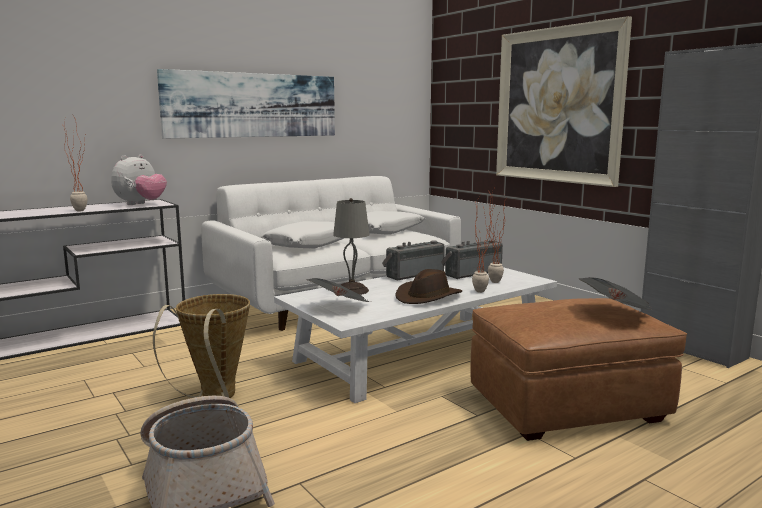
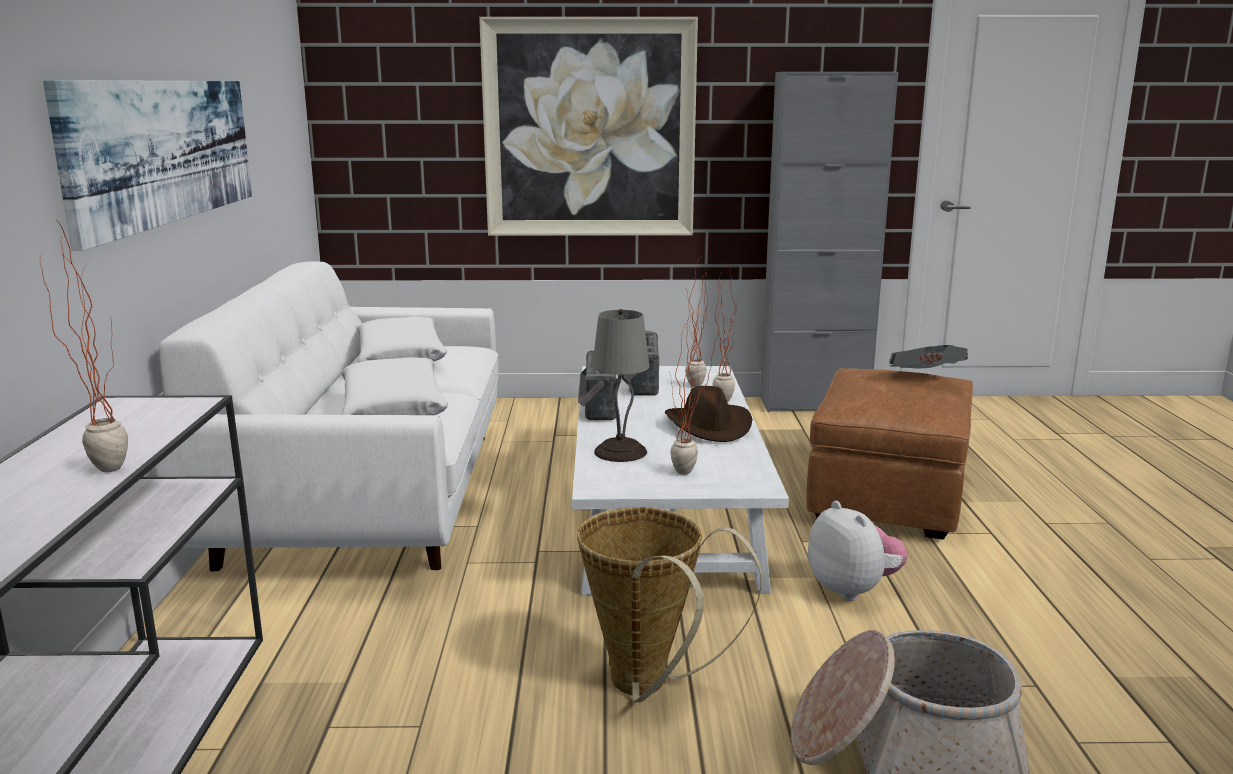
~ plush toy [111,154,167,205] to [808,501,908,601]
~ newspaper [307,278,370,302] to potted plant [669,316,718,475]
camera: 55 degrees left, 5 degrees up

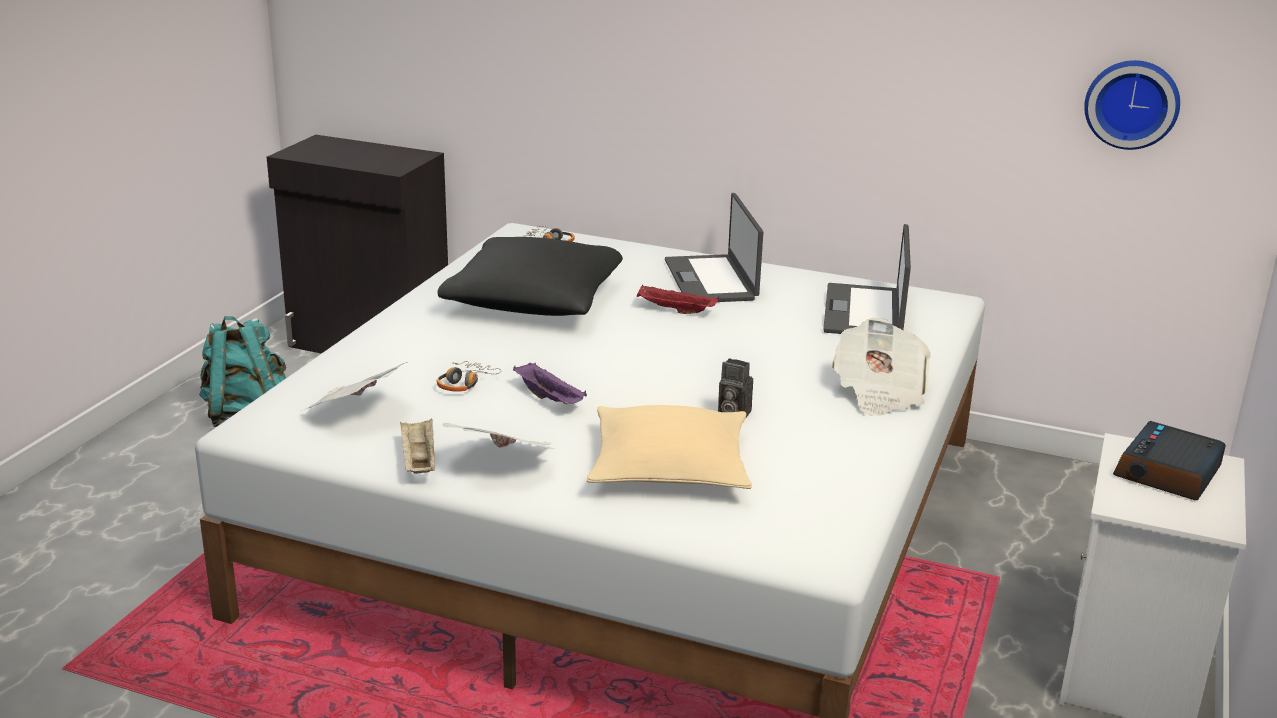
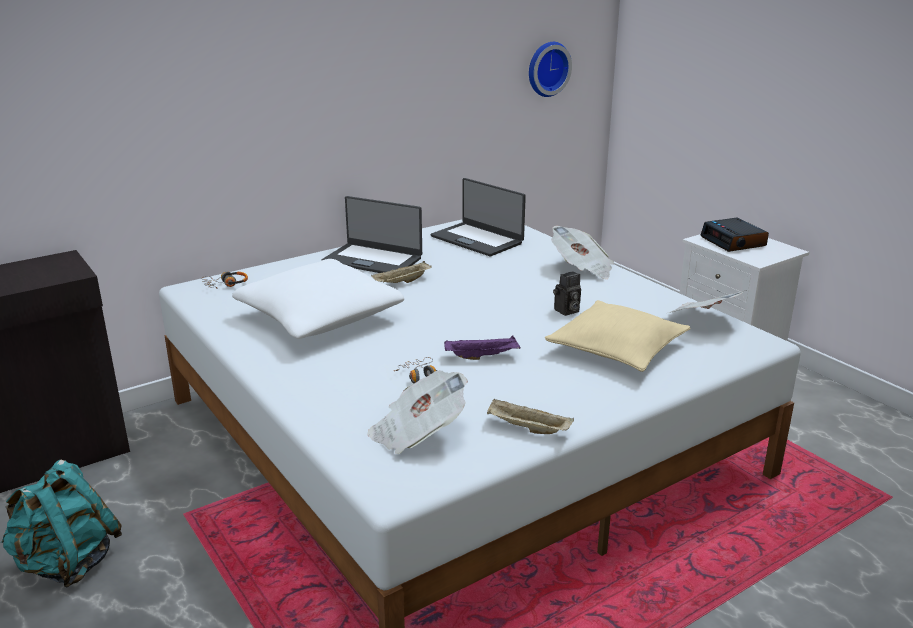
~ black pillow [438,237,623,316] to white pillow [232,259,404,339]
~ newspaper [443,423,555,449] to [668,290,747,313]
~ red tray [637,285,719,314] to beige tray [371,261,432,283]
camera: 55 degrees left, 0 degrees up

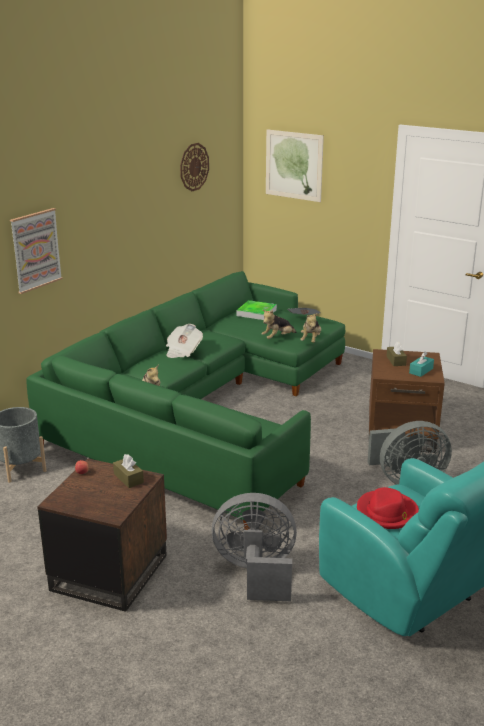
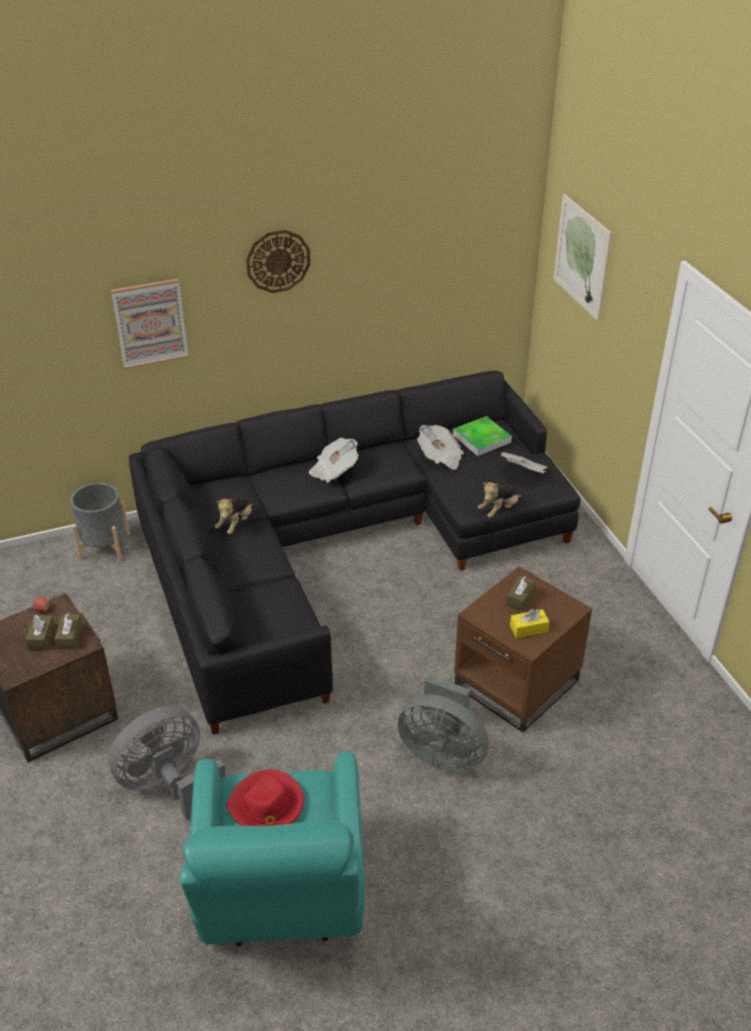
~ green sofa [26,271,345,530] to black sofa [129,371,581,735]
~ wall clock [180,143,209,191] to [246,230,310,293]
~ grey fan [212,493,297,601] = [108,706,226,820] 75 degrees counterclockwise
- plush toy [261,310,297,339]
~ turquoise tissue box [409,352,434,377] to yellow tissue box [510,609,549,638]
+ brown tissue box [25,615,55,650]
+ newspaper [417,425,464,470]
camera: 35 degrees right, 15 degrees up

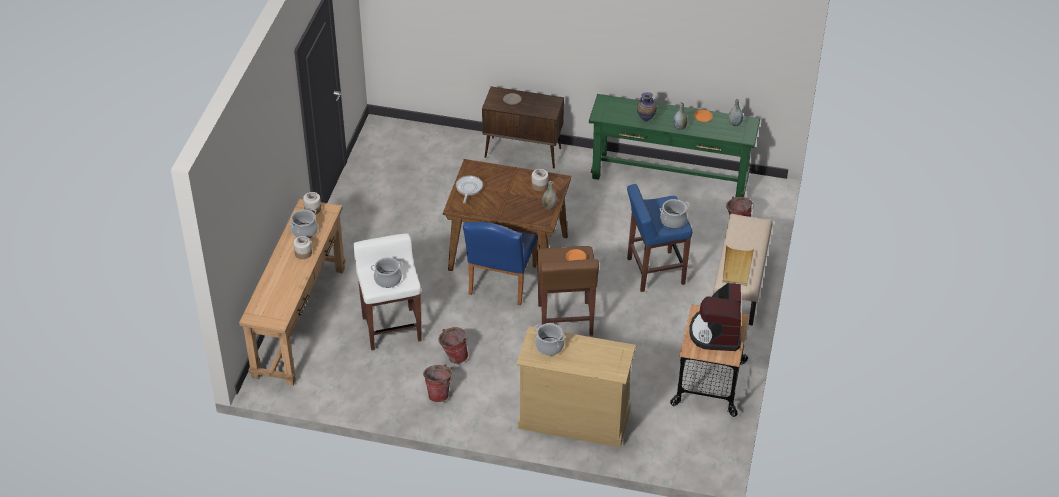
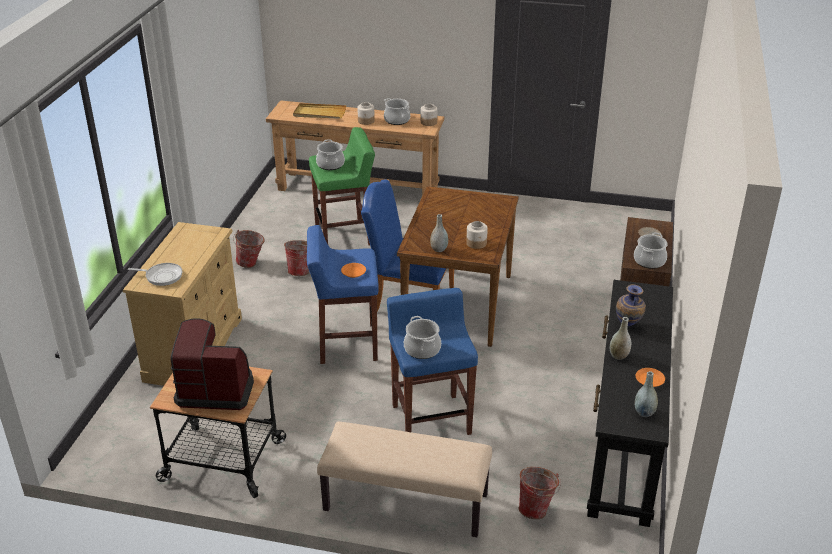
~ white stool [353,233,422,350] to green stool [309,127,375,246]
~ frying pan [456,176,483,204] to [128,263,182,286]
~ cooking pot [534,323,566,356] to [634,233,668,269]
~ brown stool [537,246,599,336] to blue stool [307,225,379,364]
~ green console table [589,94,760,197] to black console table [587,280,673,527]
~ beige tray [722,245,754,286] to [293,103,346,119]
camera: 90 degrees right, 10 degrees down

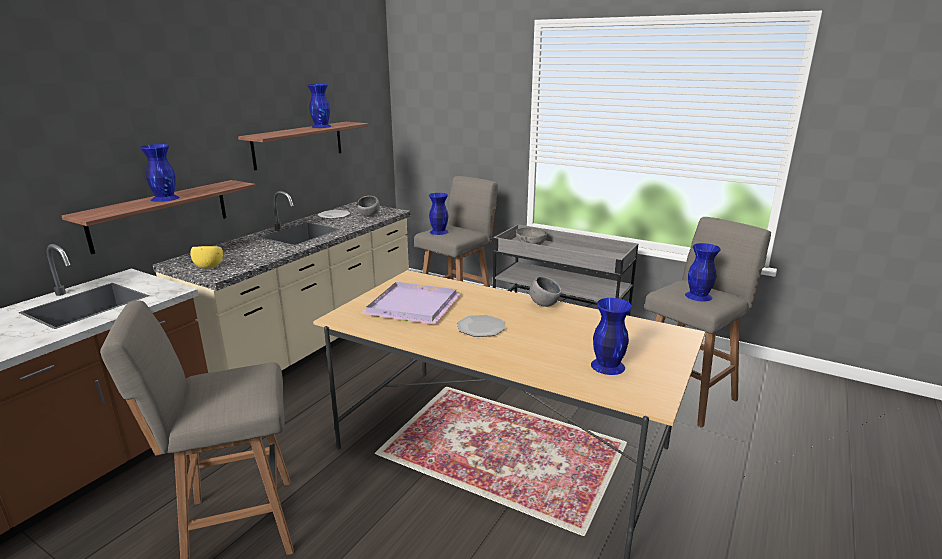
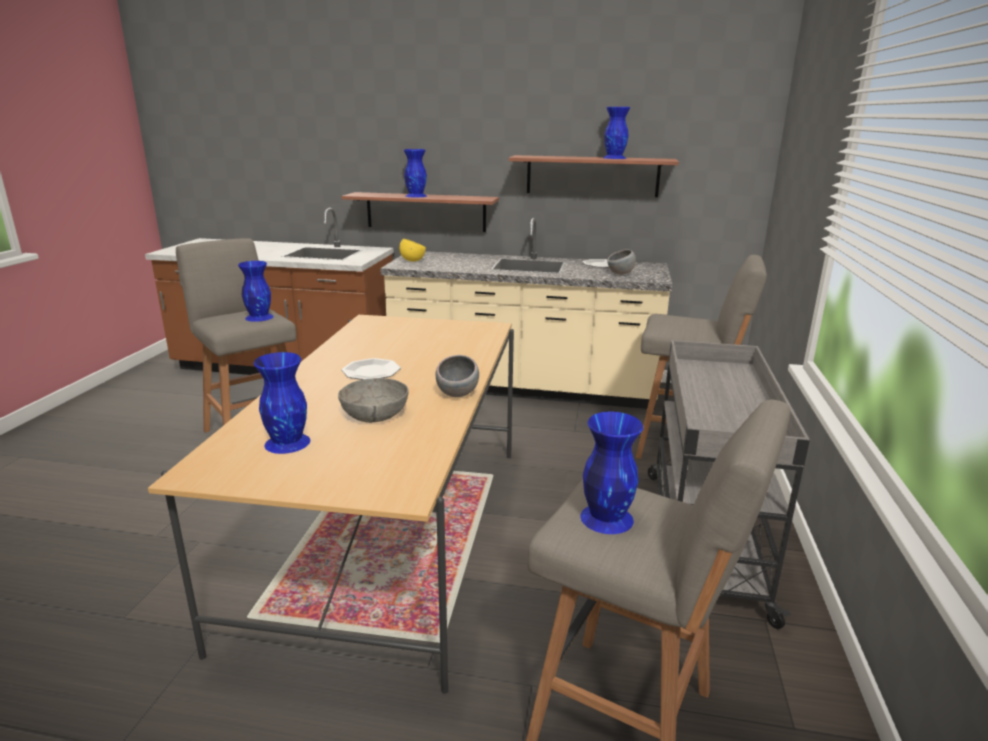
- purple tray [360,282,461,324]
~ blue vase [429,193,449,235] to [238,261,274,322]
~ grey bowl [516,227,547,245] to [338,378,409,423]
camera: 70 degrees right, 0 degrees up

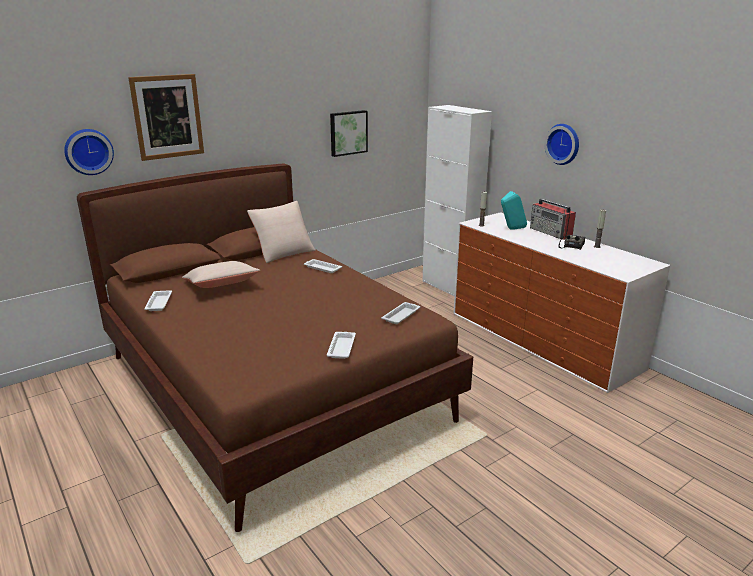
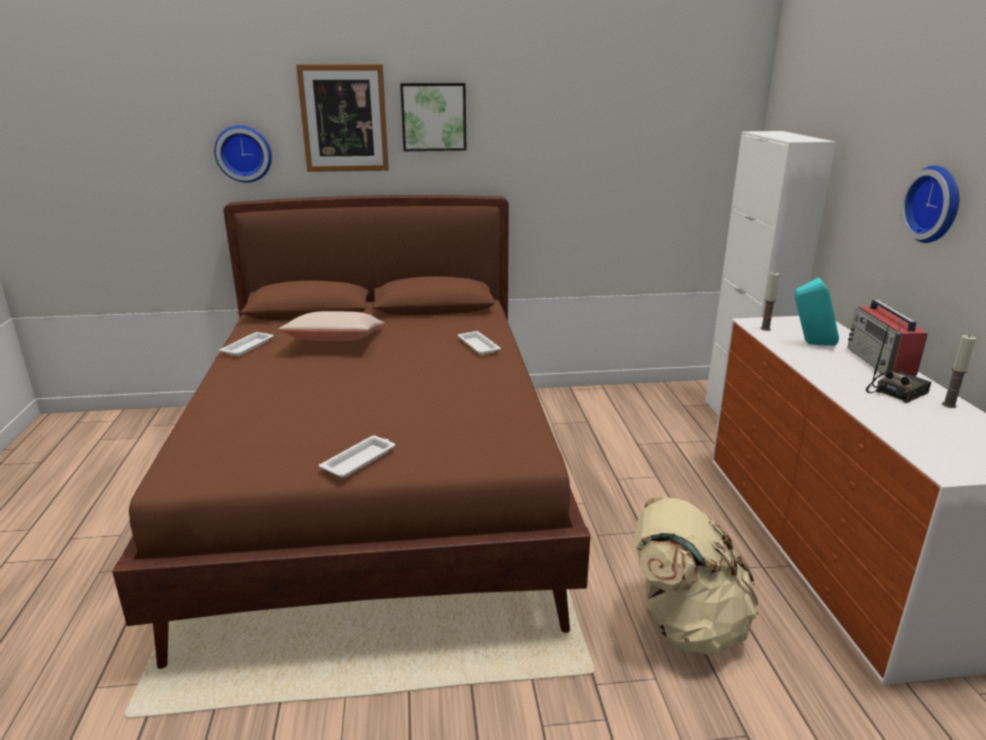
- beige pillow [247,201,316,263]
~ picture [330,110,368,157] to [400,83,466,151]
- white tray [381,302,420,324]
+ beige backpack [635,496,758,655]
camera: 30 degrees right, 0 degrees up

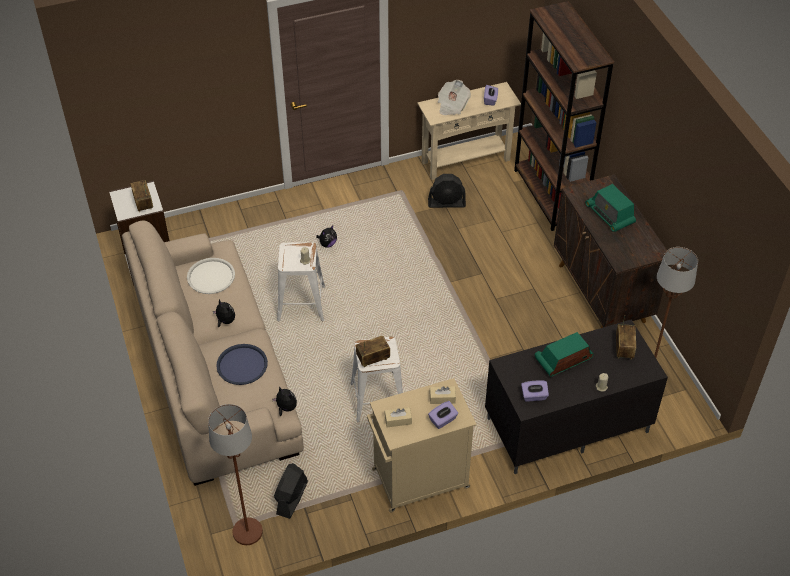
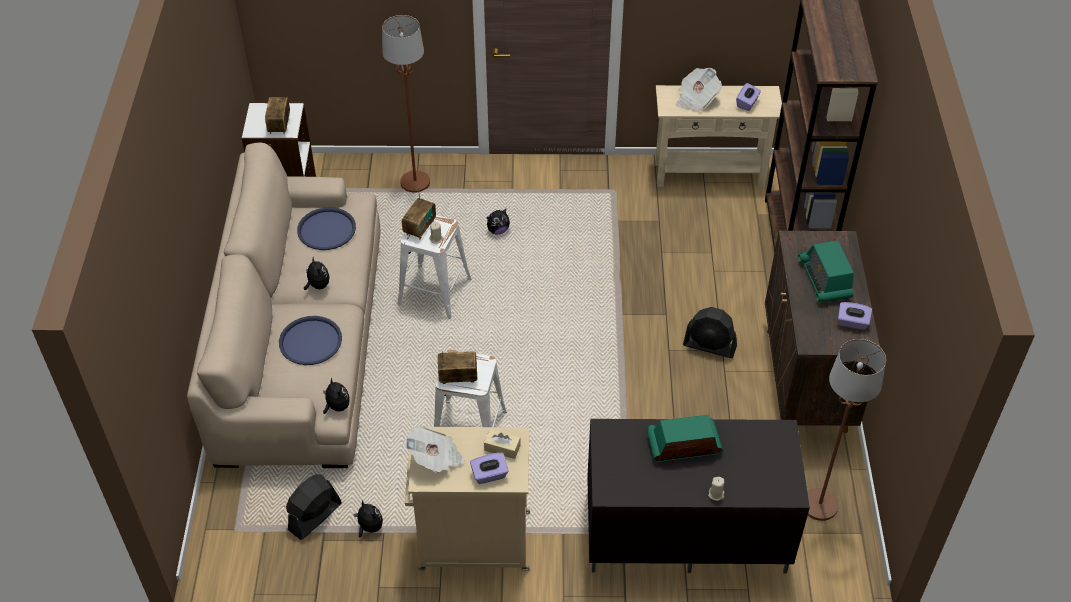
~ white tray [187,258,235,294] to blue tray [297,207,356,250]
~ brown floor lamp [208,404,263,545] to [382,15,430,193]
~ beige tissue box [385,407,412,427] to newspaper [404,426,465,473]
~ black fan [428,174,466,208] to [683,307,737,358]
~ purple tissue box [521,380,549,402] to [838,302,872,330]
~ radio [616,315,636,359] to [402,186,436,239]
+ plush toy [354,500,383,538]
camera: 20 degrees right, 0 degrees up

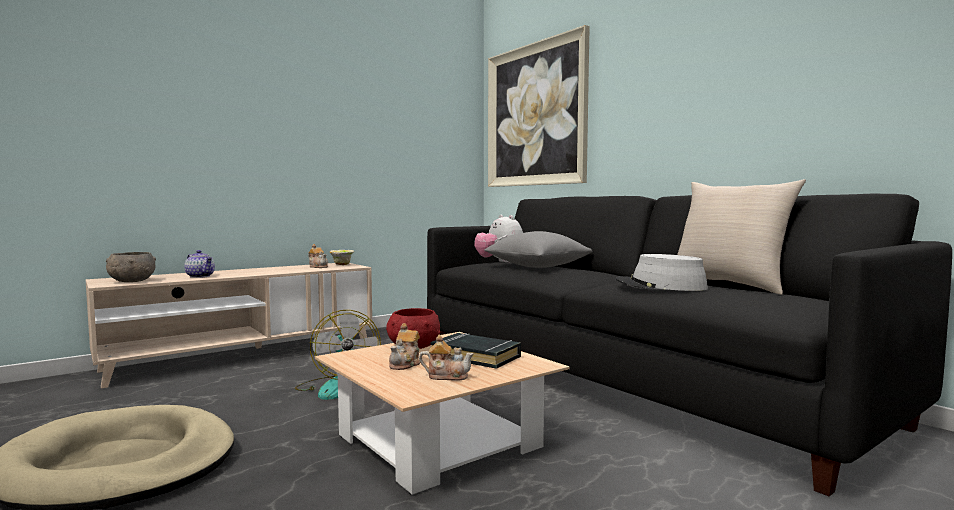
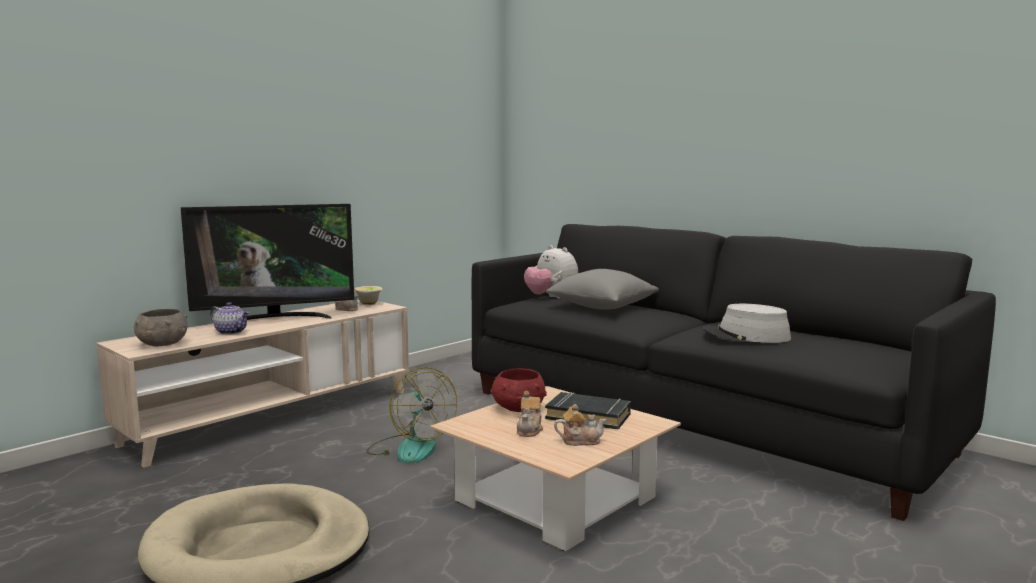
- picture [488,25,590,187]
- beige pillow [677,179,806,295]
+ television [181,204,354,320]
camera: 10 degrees left, 5 degrees up

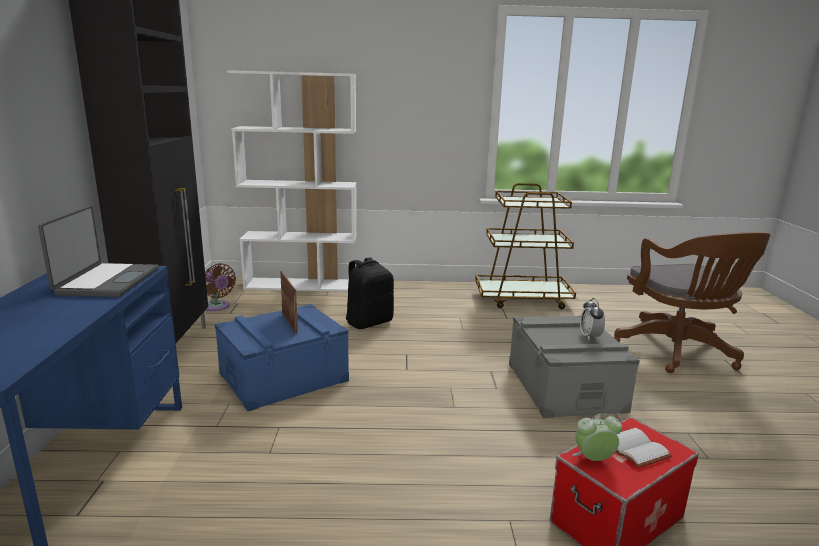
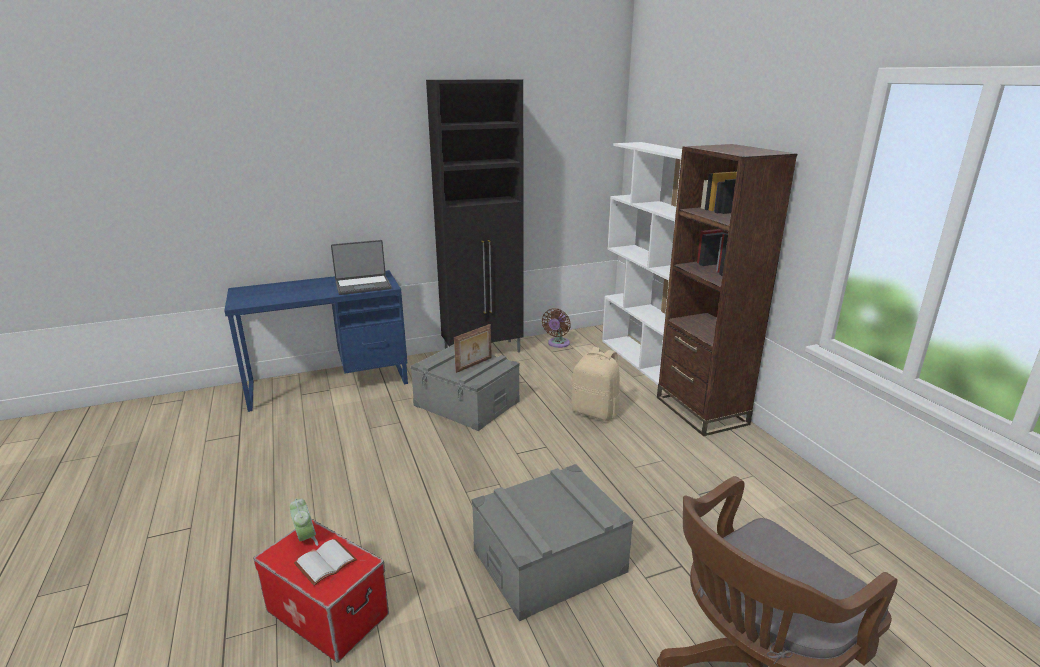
~ blue storage box [215,304,349,411] to grey storage box [410,344,520,431]
~ black backpack [346,257,394,329] to beige backpack [571,347,620,421]
- brown cart [475,183,576,309]
- alarm clock [580,298,605,340]
+ brown bookcase [657,144,797,436]
camera: 70 degrees right, 5 degrees up

